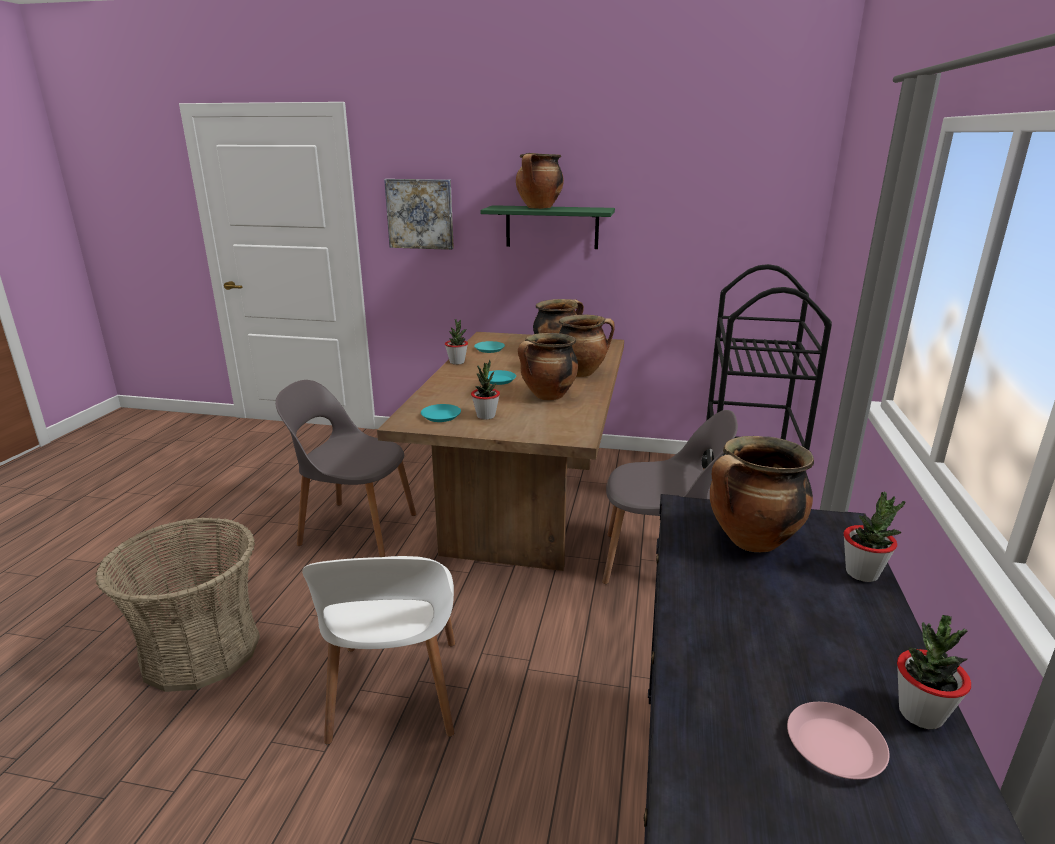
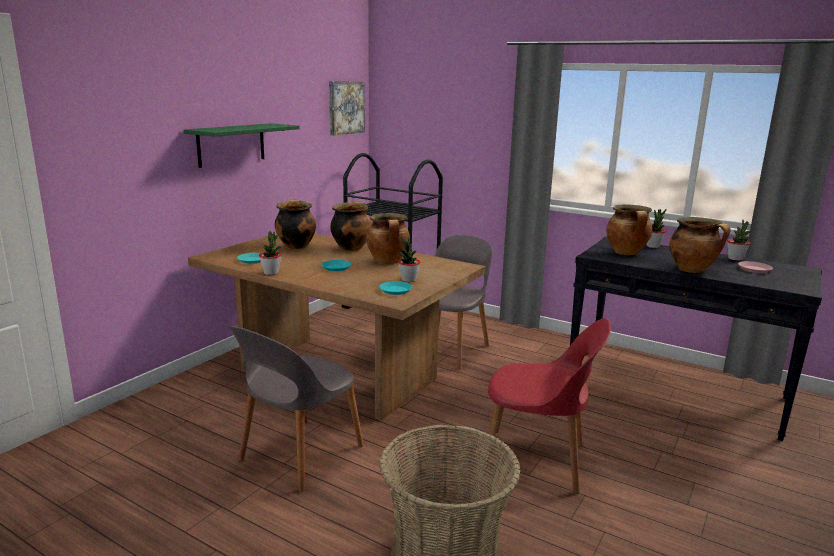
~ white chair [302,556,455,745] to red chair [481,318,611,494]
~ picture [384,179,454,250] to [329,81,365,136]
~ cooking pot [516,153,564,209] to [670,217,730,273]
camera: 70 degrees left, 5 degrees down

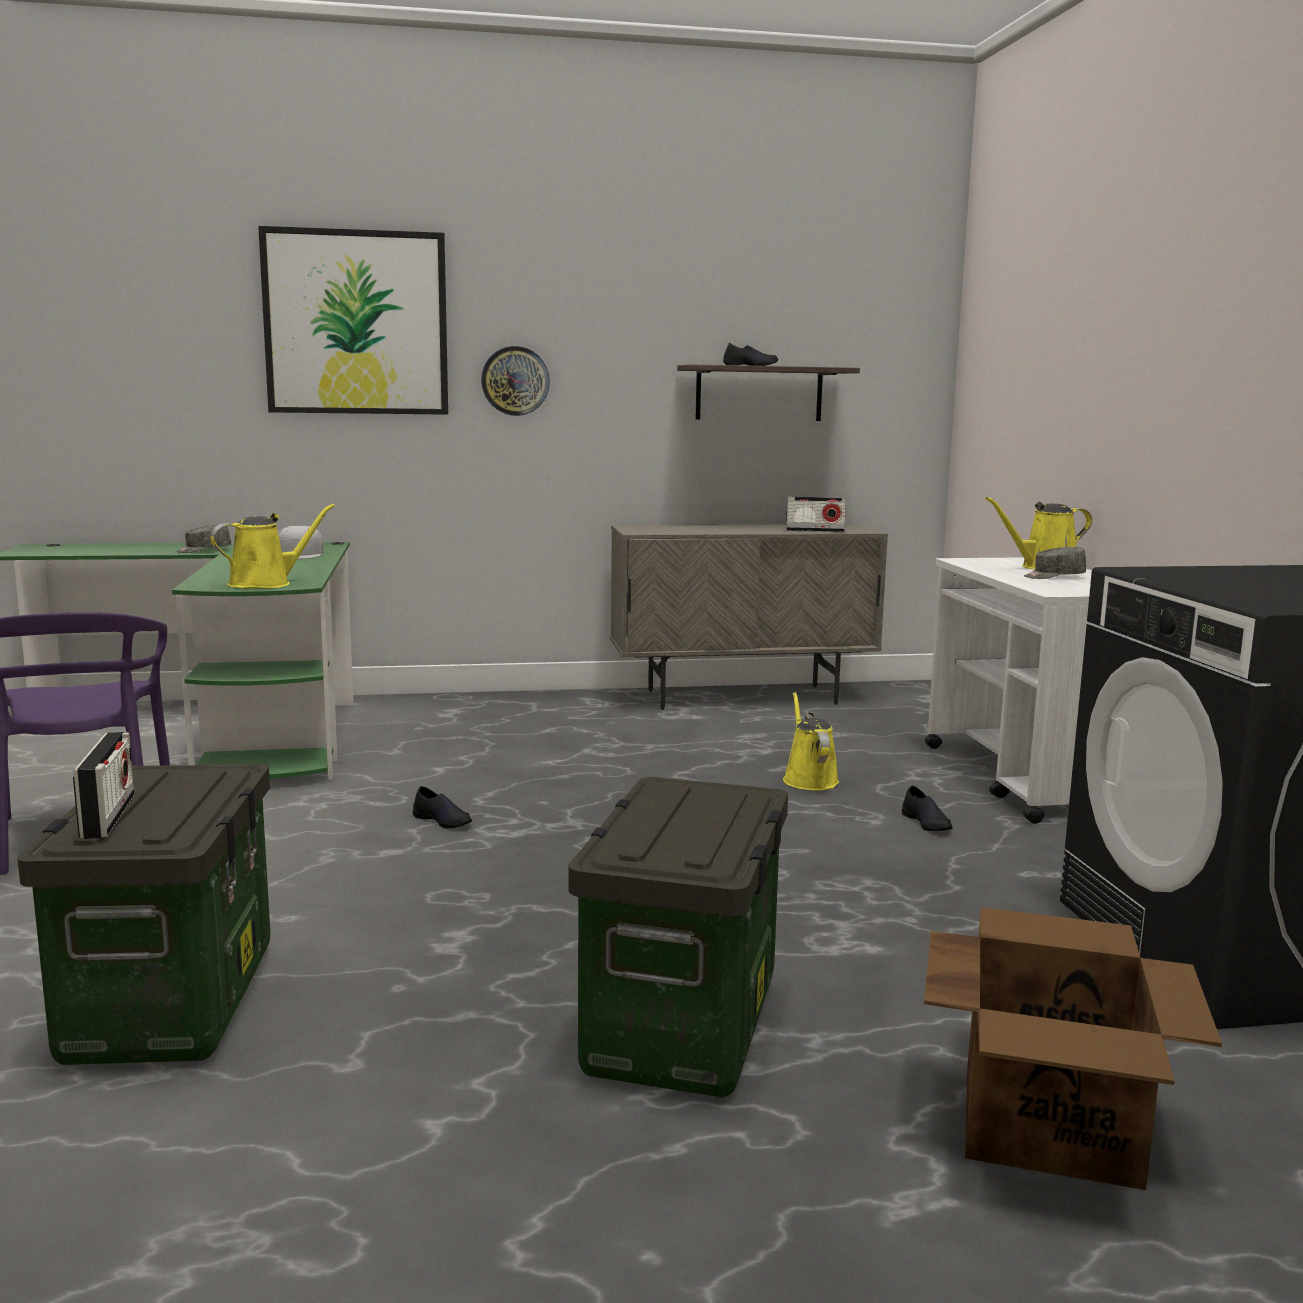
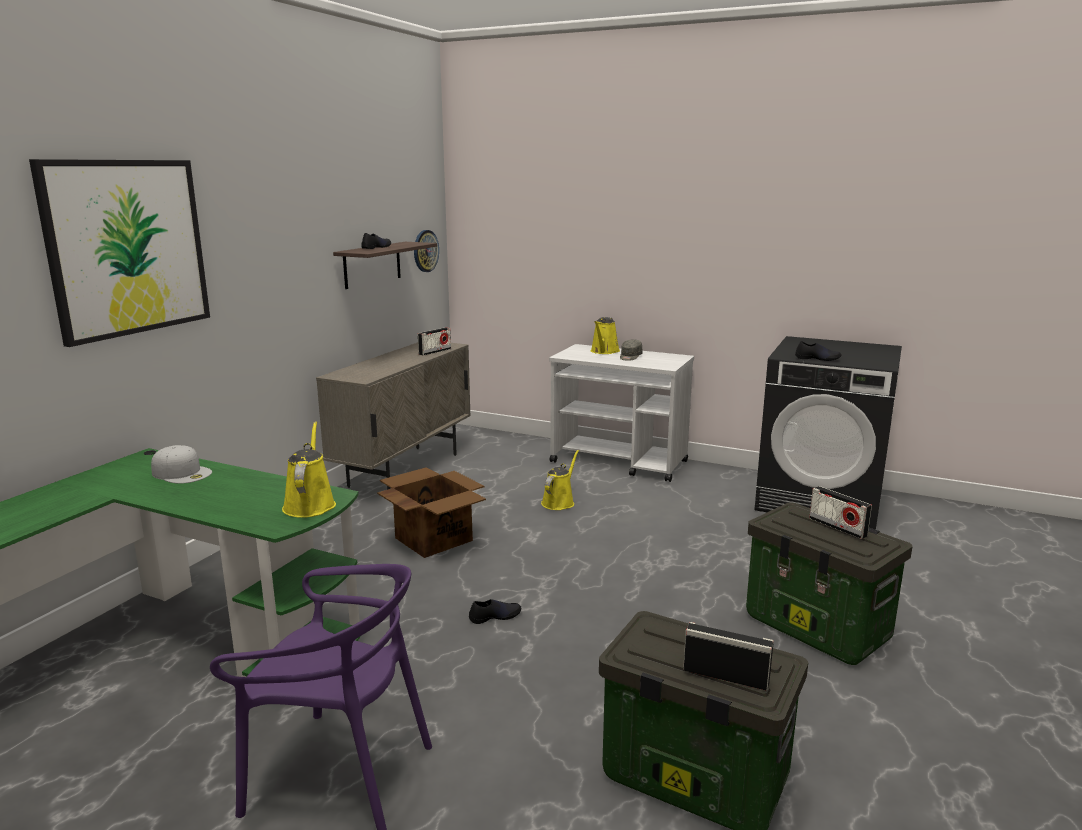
- grey cap [176,524,231,553]
~ wall clock [481,346,550,416] to [414,230,439,272]
~ yellow watering can [783,692,839,791] = [541,450,579,510] 90 degrees clockwise
~ black shoe [902,785,953,831] to [795,341,841,361]
~ cardboard box [924,907,1222,1190] to [377,467,486,558]
+ radio [809,486,872,539]
camera: 55 degrees left, 5 degrees up

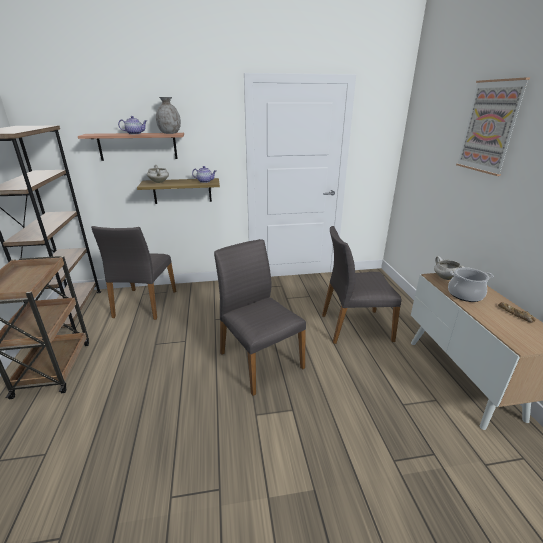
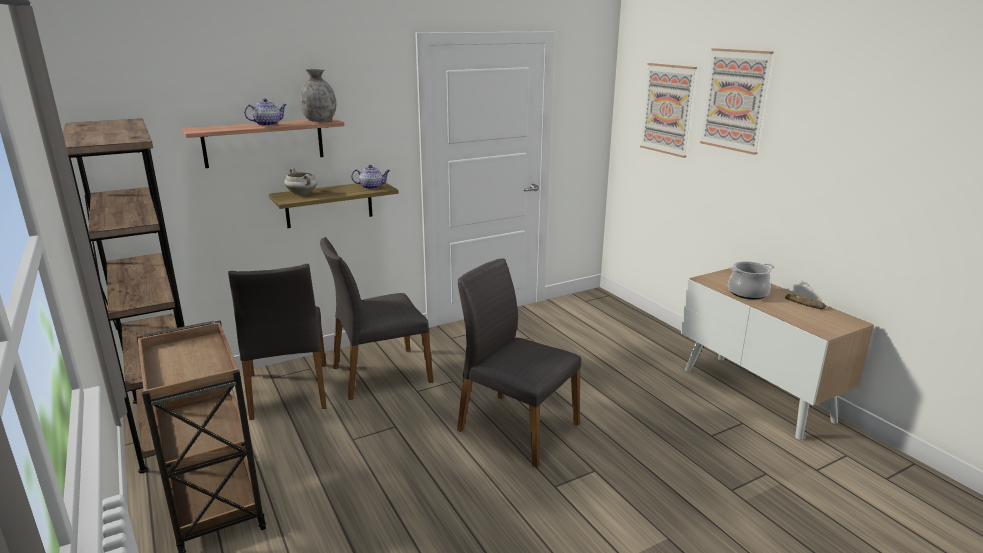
~ grey chair [322,226,401,344] to [320,237,433,400]
- white cooking pot [434,256,464,280]
+ picture [640,63,697,158]
camera: 20 degrees left, 5 degrees down

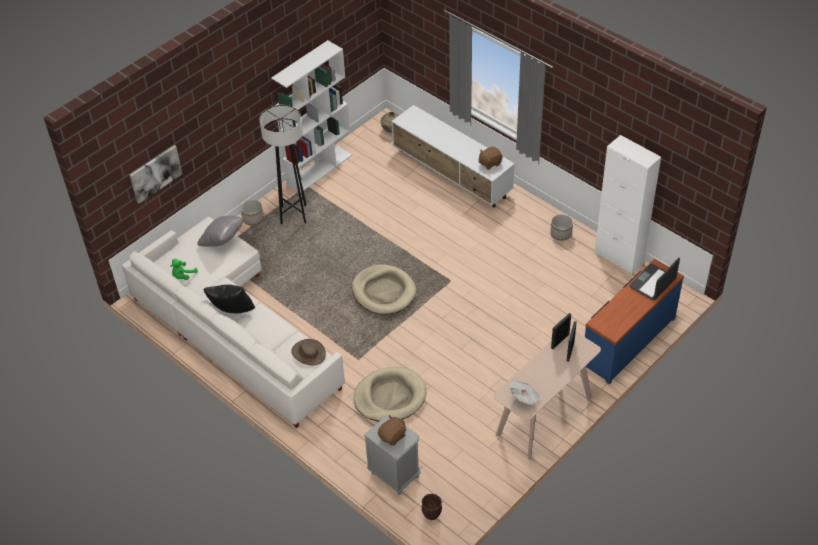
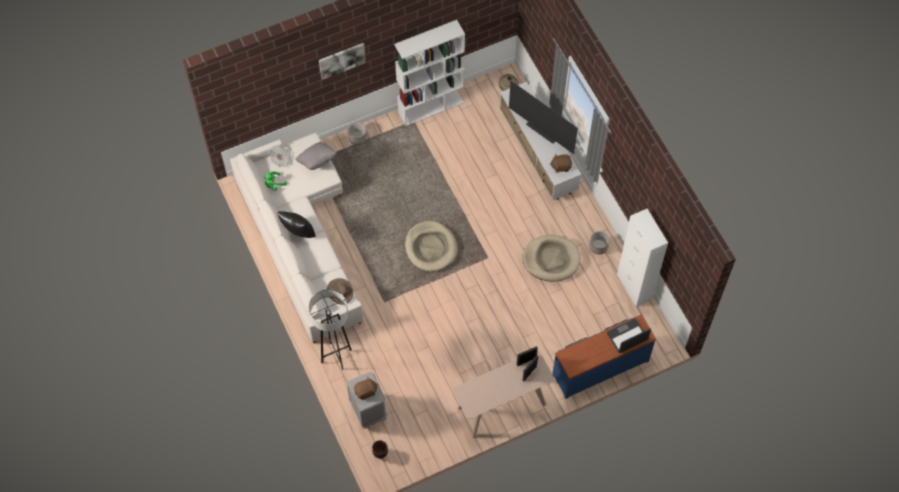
~ picture [130,145,182,204] to [319,43,366,80]
~ grey floor lamp [259,105,307,224] to [309,289,352,370]
~ beige dog bed [354,367,426,422] to [522,235,581,282]
~ newspaper [509,380,542,405] to [268,145,293,167]
+ television [509,81,578,154]
camera: 20 degrees right, 15 degrees up

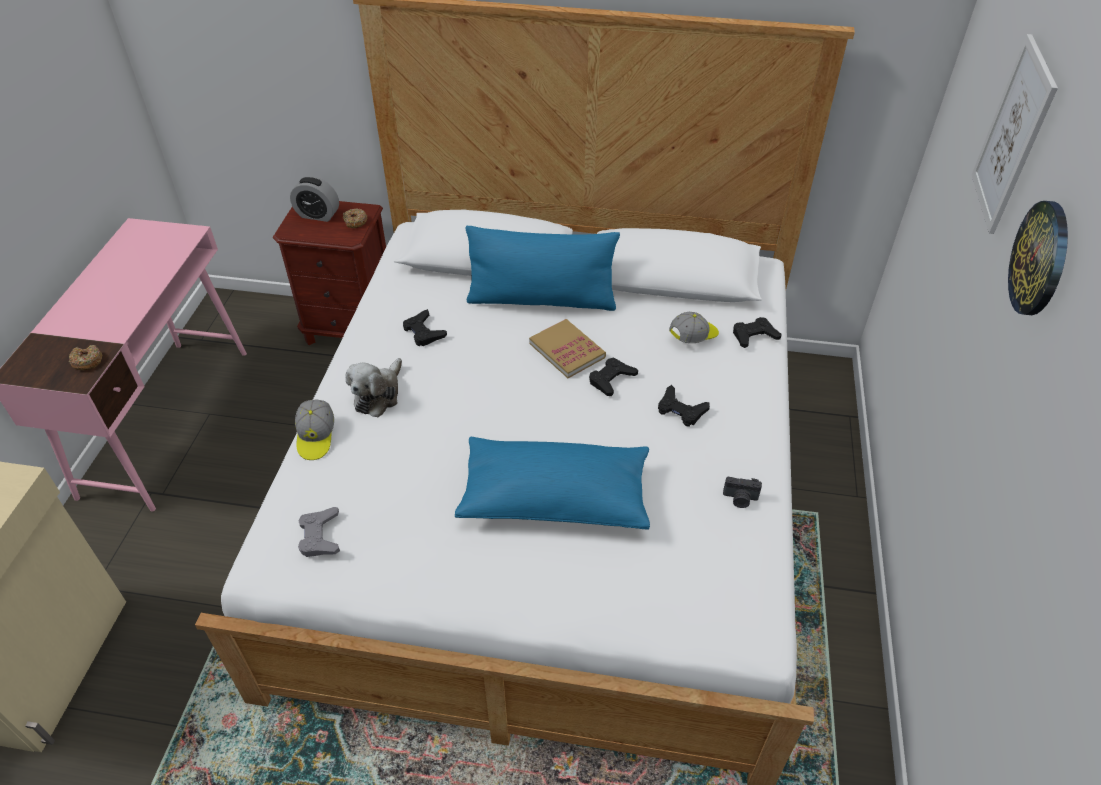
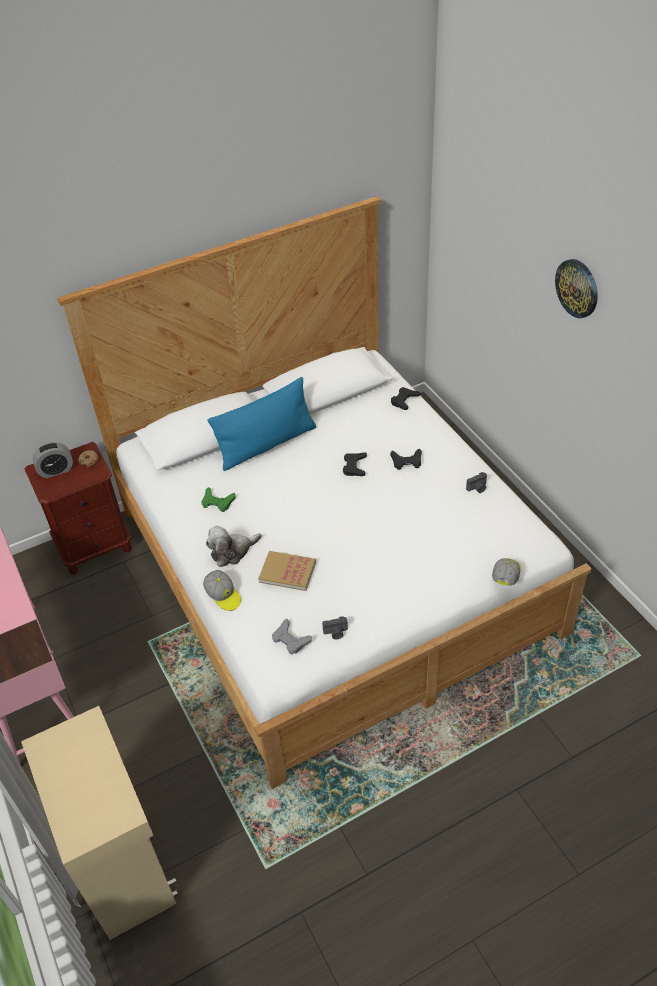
- donut [69,345,102,370]
~ plush toy [345,358,402,417] = [206,526,262,567] 75 degrees clockwise
~ black game controller [403,309,447,346] to green game controller [201,487,236,512]
- blue pillow [455,437,650,530]
~ book [529,319,606,378] to [258,551,316,591]
~ cap [669,312,719,343] to [492,558,521,586]
- picture [972,34,1058,234]
+ photo camera [322,616,348,639]
camera: 35 degrees left, 0 degrees up

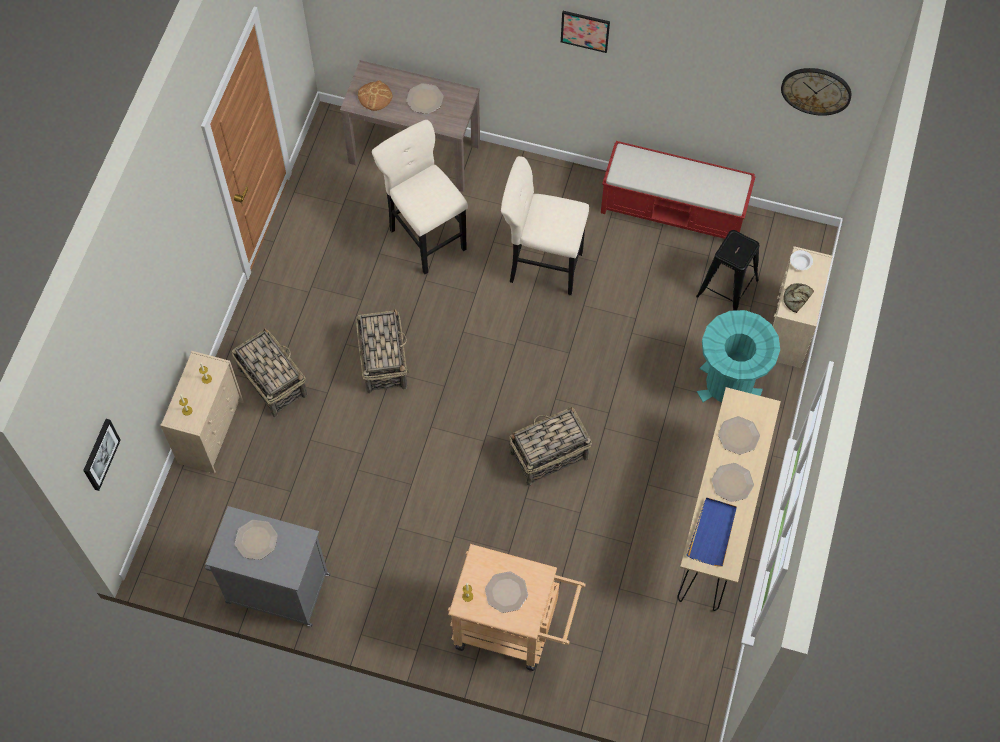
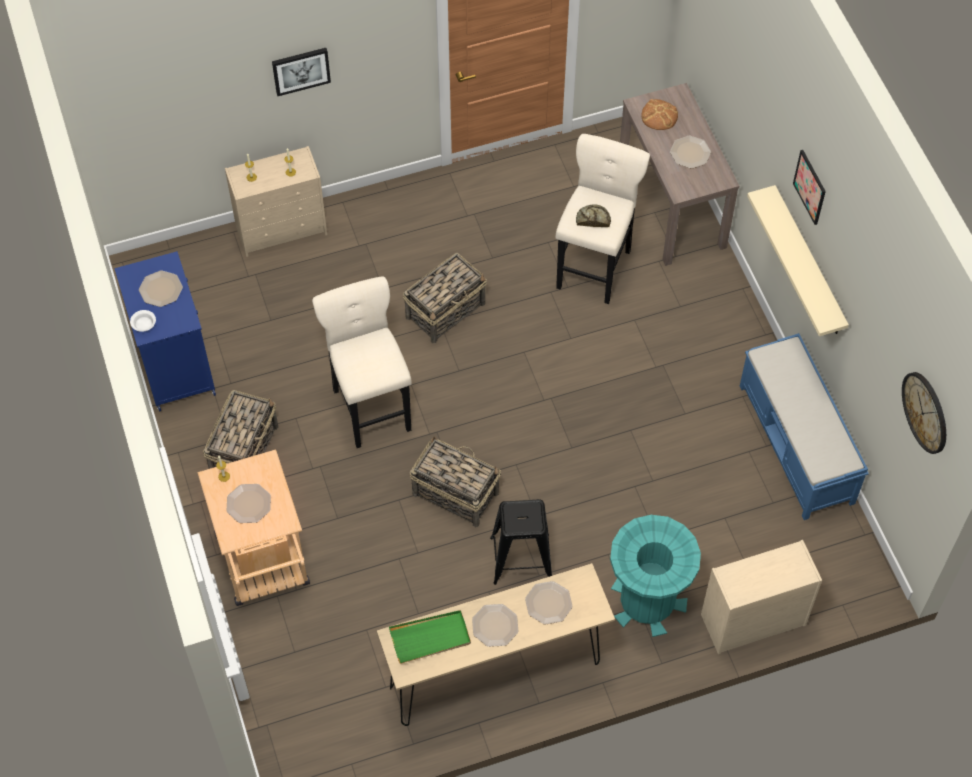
~ picture [83,419,121,491] to [272,48,331,96]
~ grey cabinet [205,506,330,627] to blue cabinet [114,251,216,412]
~ basket [232,328,307,417] to [203,390,278,469]
~ beige stool [501,156,589,295] to [312,277,412,448]
~ red bench [601,141,755,239] to blue bench [740,333,869,520]
~ blue tray [687,497,737,567] to green tray [389,610,471,664]
~ black stool [696,230,759,311] to [490,499,552,585]
~ bread [784,283,814,313] to [576,205,611,227]
~ white bowl [790,250,813,270] to [130,310,156,332]
+ beige shelf [747,185,849,336]
camera: 55 degrees right, 5 degrees down

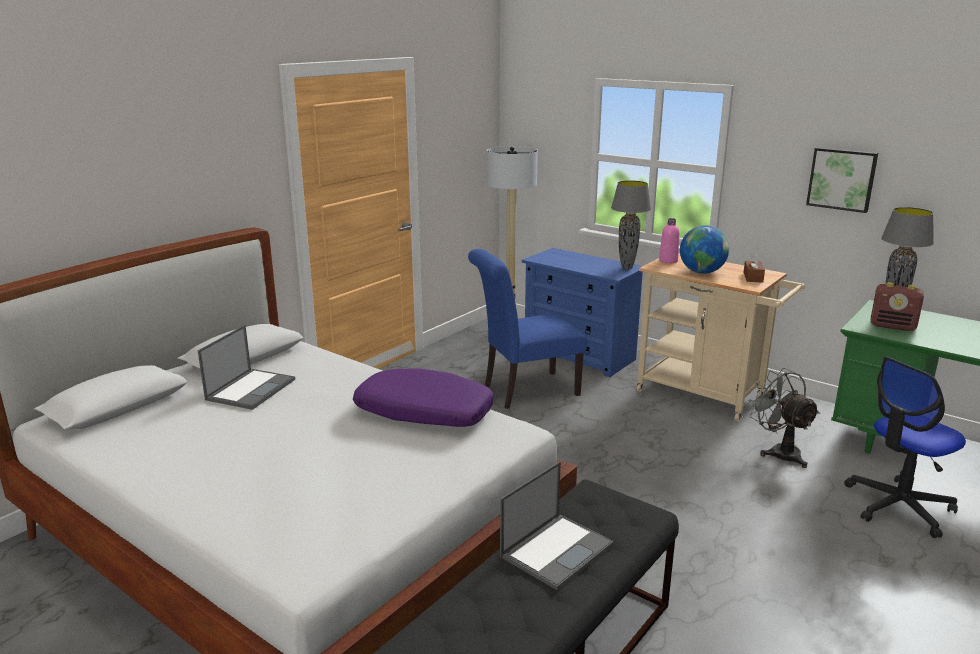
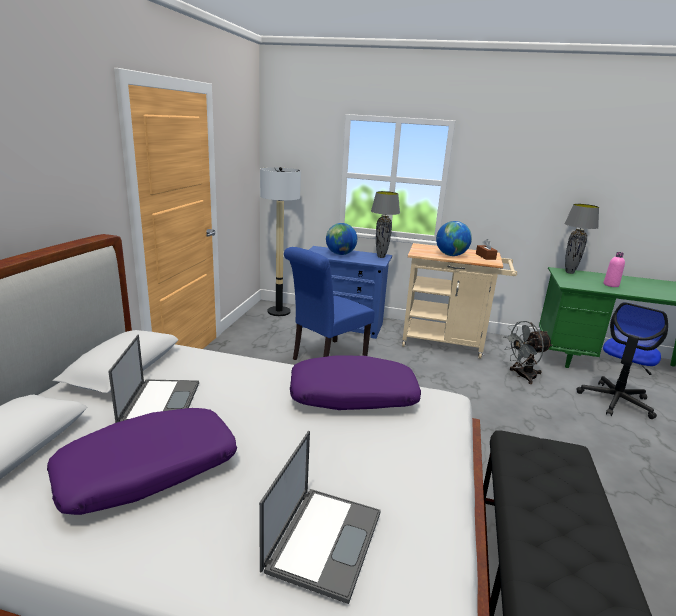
~ laptop [500,461,614,590] to [259,431,381,604]
~ pink bottle [659,218,679,264] to [603,252,625,287]
~ grey fan [749,368,820,468] = [503,321,552,384] 60 degrees counterclockwise
- picture [806,147,878,213]
- radio [871,282,924,331]
+ purple pillow [47,408,237,515]
+ globe [326,223,357,255]
camera: 25 degrees left, 0 degrees up

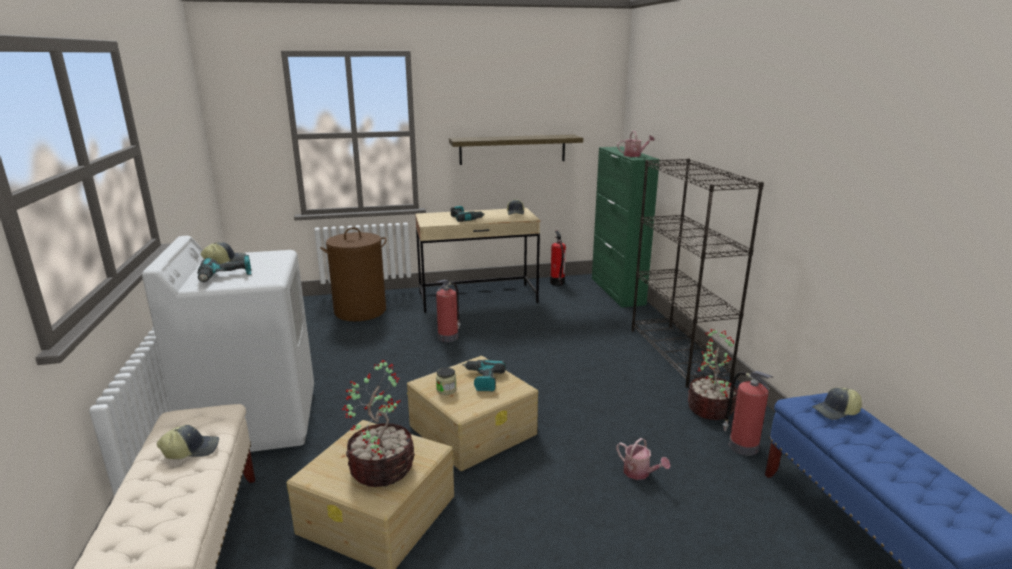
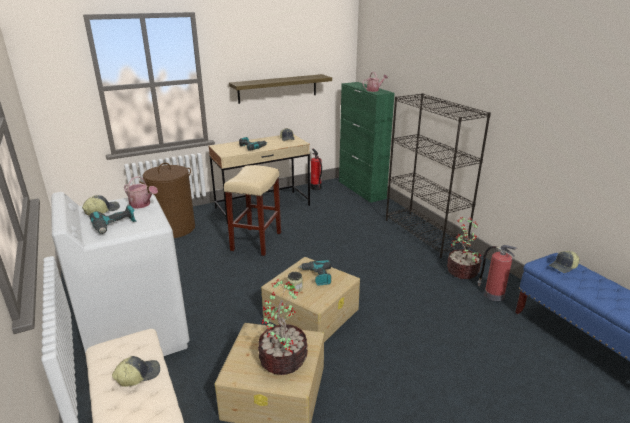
~ fire extinguisher [436,280,460,342] to beige stool [224,165,281,256]
~ watering can [616,438,671,480] to [124,176,158,209]
camera: 15 degrees left, 5 degrees up

